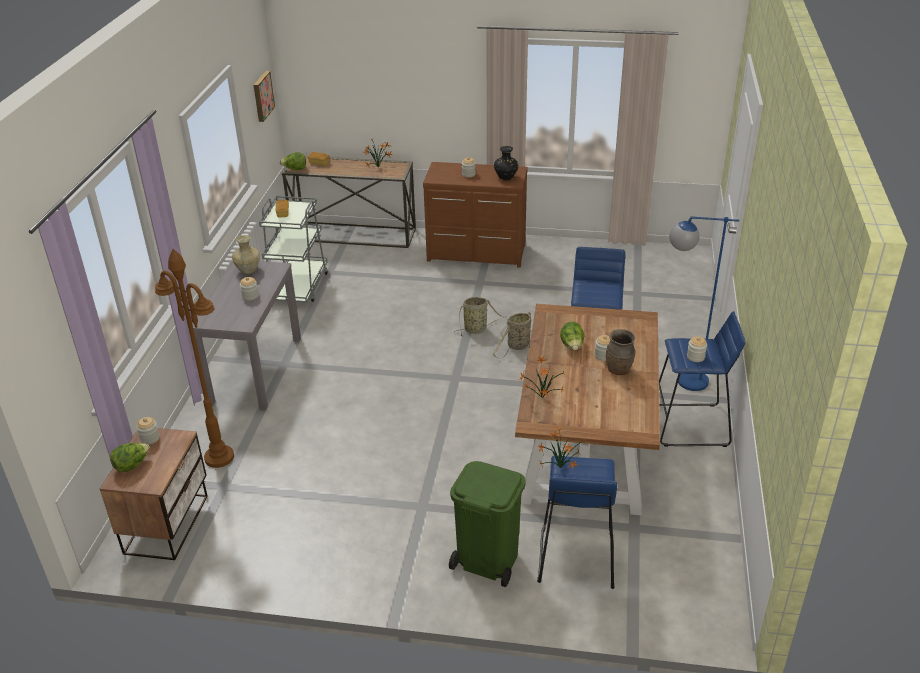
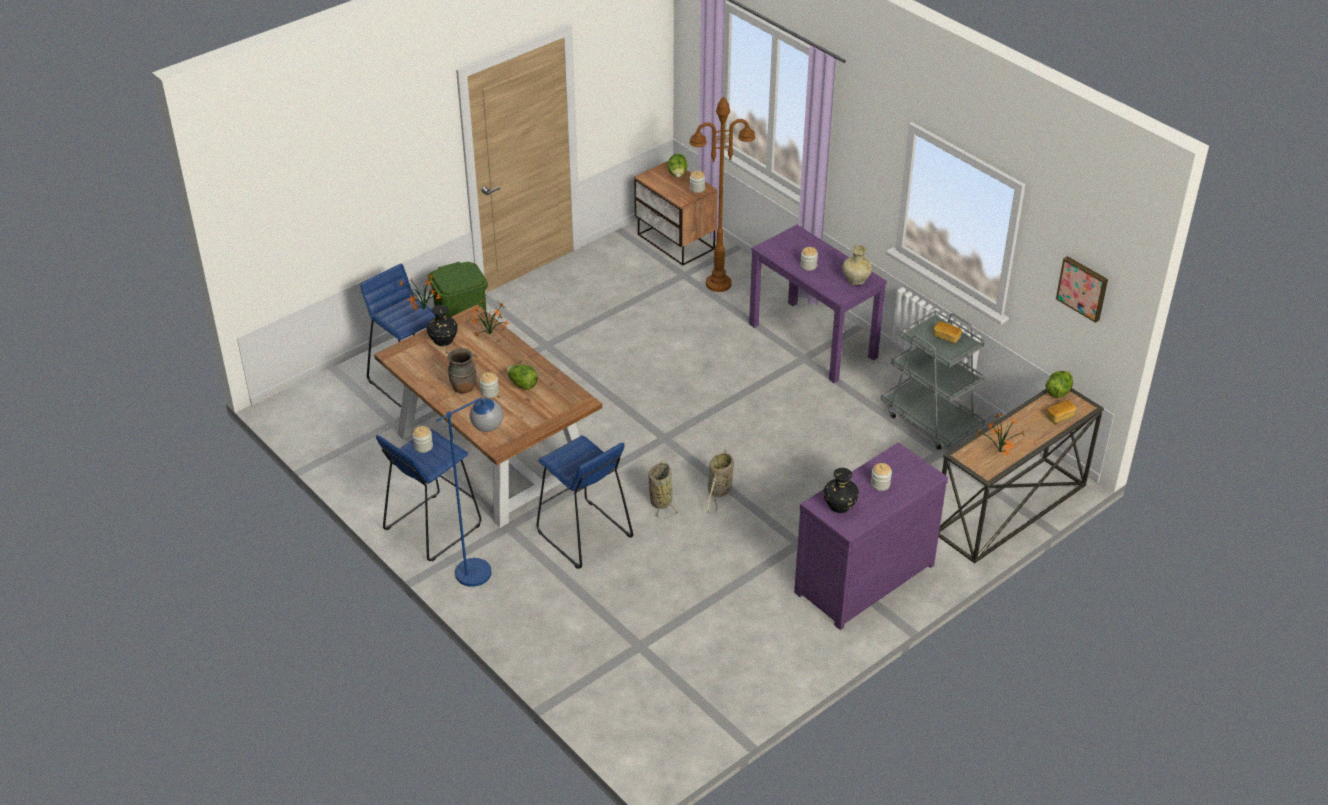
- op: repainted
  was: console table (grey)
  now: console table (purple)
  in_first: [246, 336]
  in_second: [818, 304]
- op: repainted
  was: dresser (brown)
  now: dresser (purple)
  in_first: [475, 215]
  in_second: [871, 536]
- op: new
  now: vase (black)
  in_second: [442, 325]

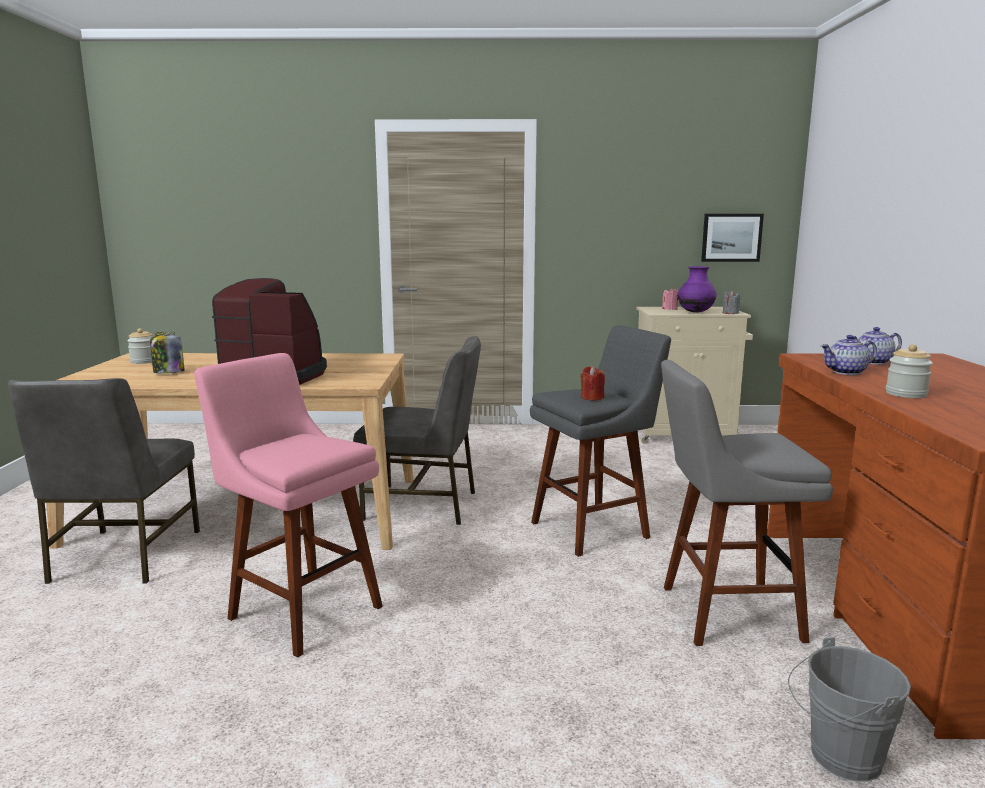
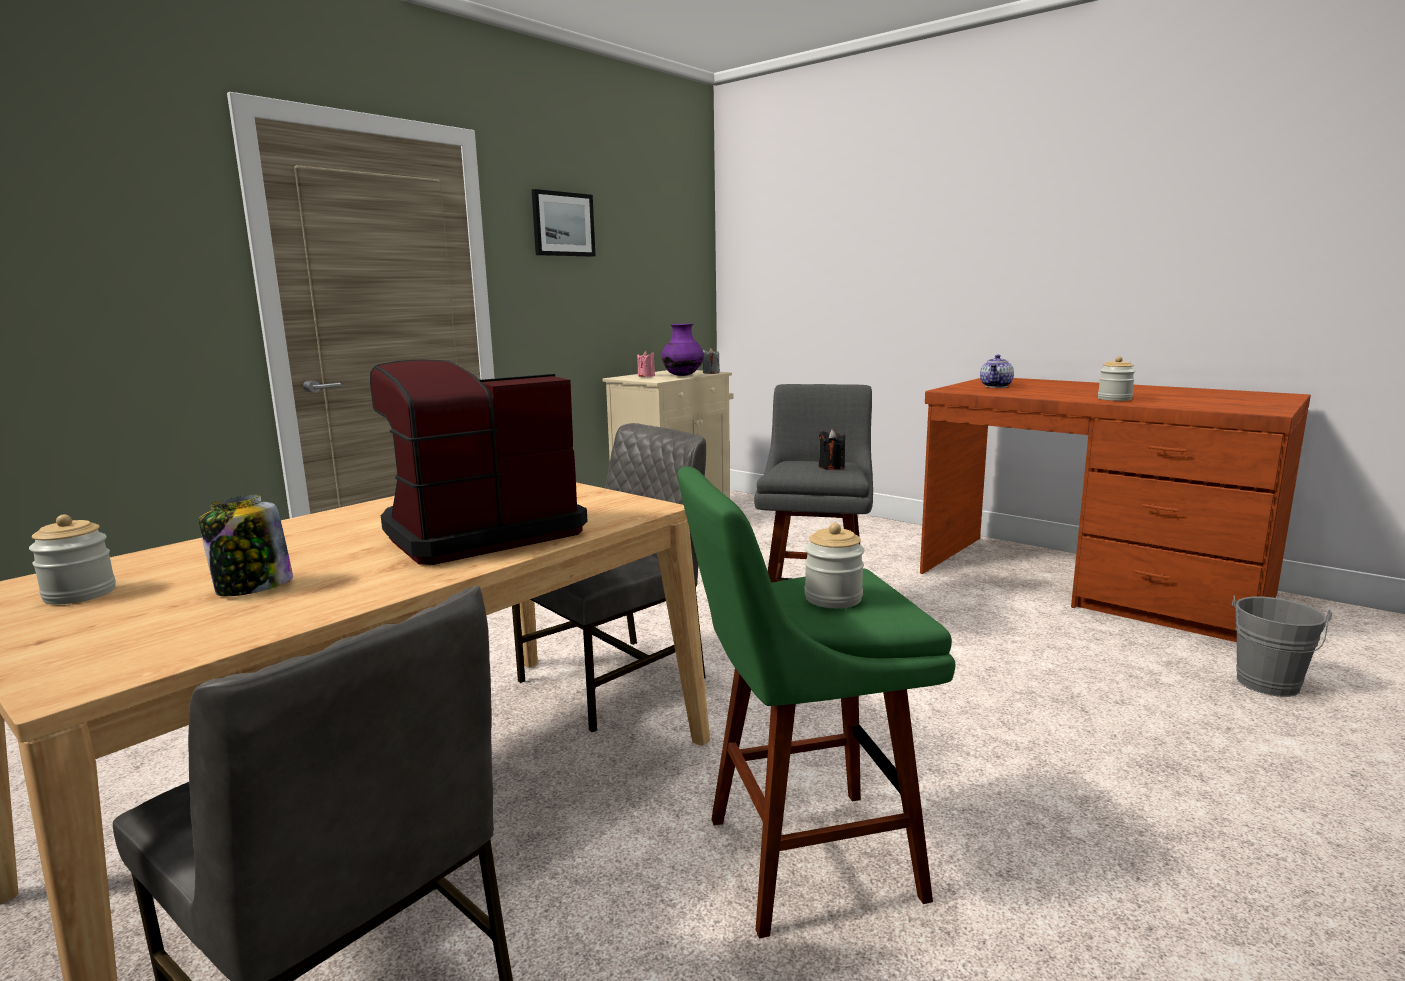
- op: repainted
  was: stool (pink)
  now: stool (green)
  in_first: [288, 505]
  in_second: [816, 702]
- op: repainted
  was: candle (red)
  now: candle (black)
  in_first: [593, 383]
  in_second: [832, 449]
- op: gone
  was: stool (grey)
  in_first: [747, 503]
- op: shifted
  was: picture
  in_first: [732, 238]
  in_second: [563, 223]
- op: gone
  was: teapot
  in_first: [849, 355]
- op: new
  now: jar
  in_second: [834, 565]

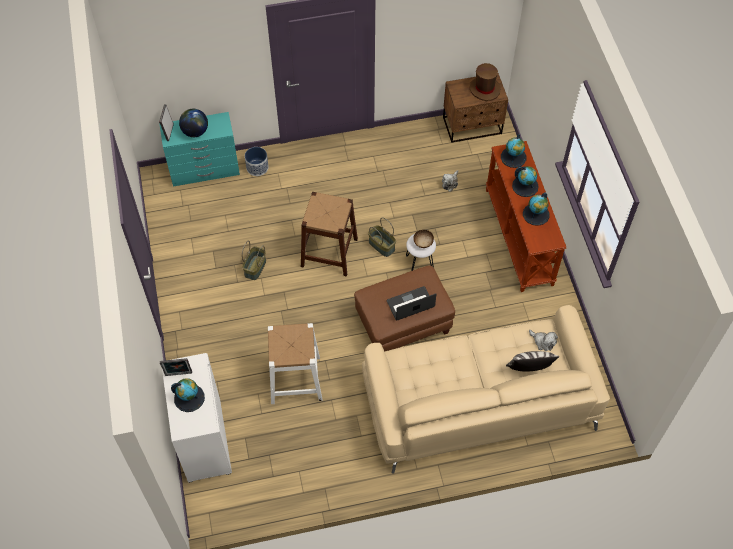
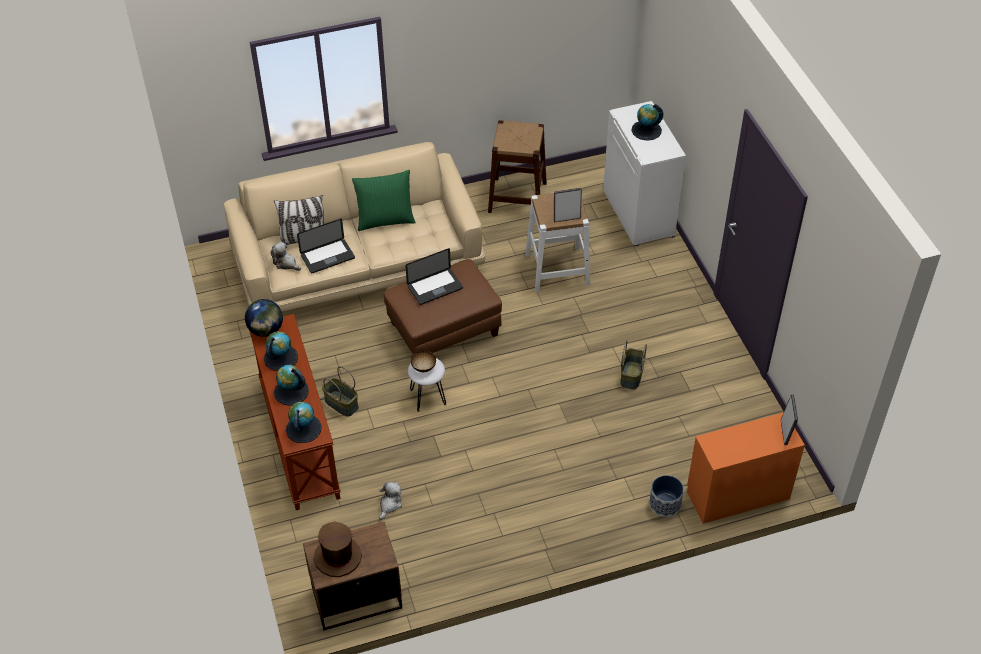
- op: repainted
  was: dresser (turquoise)
  now: dresser (orange)
  in_first: [199, 149]
  in_second: [746, 468]
- op: shifted
  was: picture frame
  in_first: [176, 367]
  in_second: [568, 205]
- op: shifted
  was: globe
  in_first: [193, 123]
  in_second: [264, 318]
- op: shifted
  was: stool (brown)
  in_first: [329, 234]
  in_second: [517, 166]
- op: shifted
  was: basket
  in_first: [382, 237]
  in_second: [340, 391]
- op: new
  now: laptop
  in_second: [326, 246]
- op: new
  now: pillow (green)
  in_second: [384, 200]

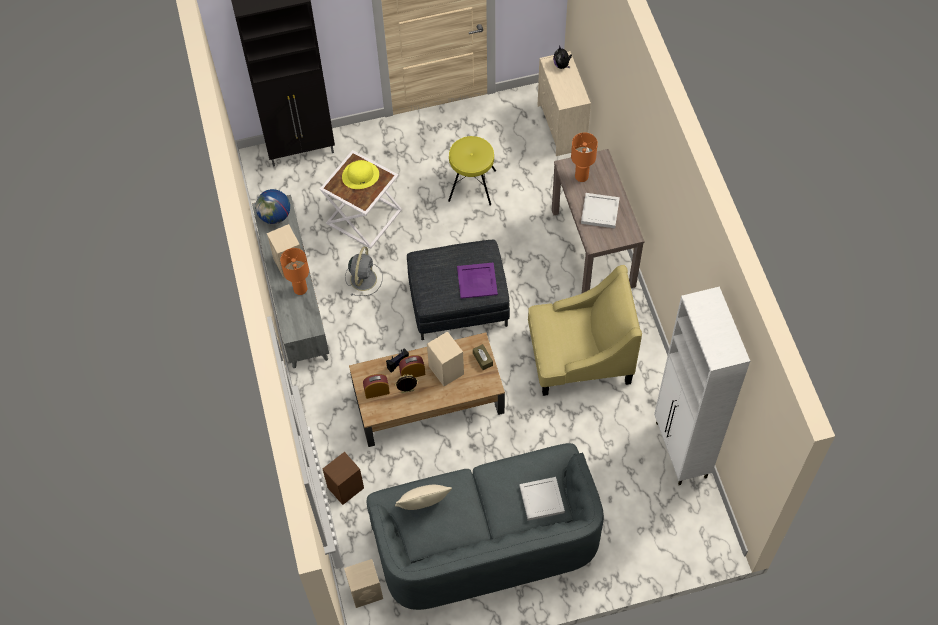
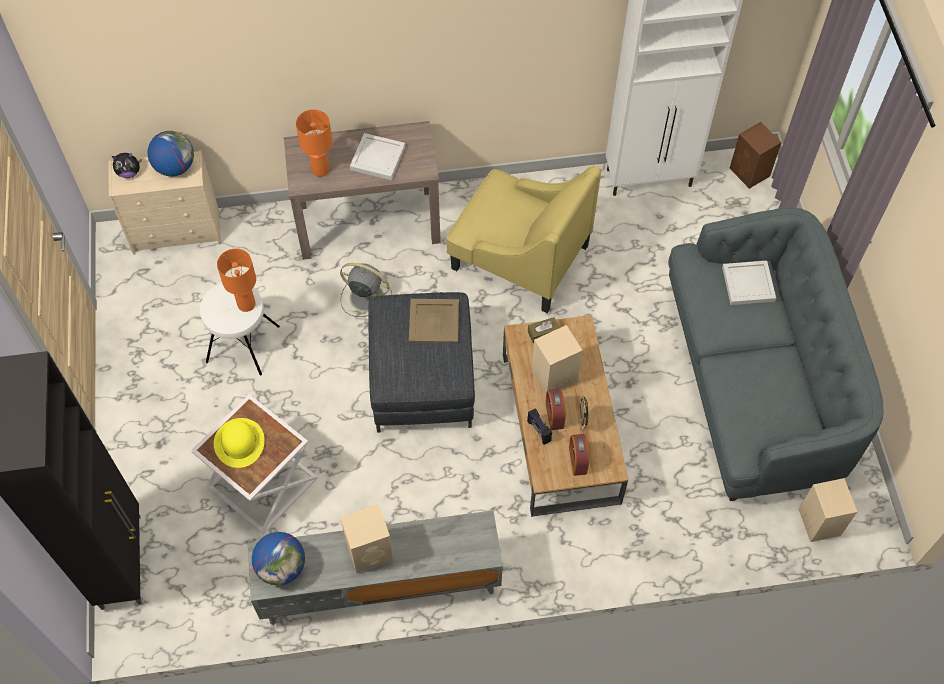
- op: shifted
  was: table lamp (orange)
  in_first: [294, 271]
  in_second: [236, 280]
- op: shifted
  was: speaker (brown)
  in_first: [343, 478]
  in_second: [756, 155]
- op: shifted
  was: fan (grey)
  in_first: [364, 271]
  in_second: [366, 290]
- op: gone
  was: pillow (beige)
  in_first: [423, 497]
- op: repainted
  was: stool (yellow)
  now: stool (white)
  in_first: [472, 171]
  in_second: [240, 329]
- op: repainted
  was: tray (purple)
  now: tray (beige)
  in_first: [477, 280]
  in_second: [434, 321]
- op: rotated
  was: armchair (yellow)
  in_first: [585, 330]
  in_second: [524, 239]
  clockwise: 120
- op: new
  now: globe
  in_second: [170, 154]

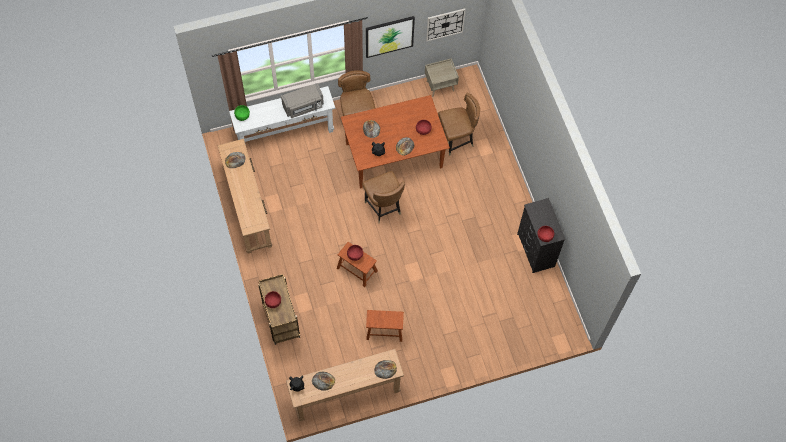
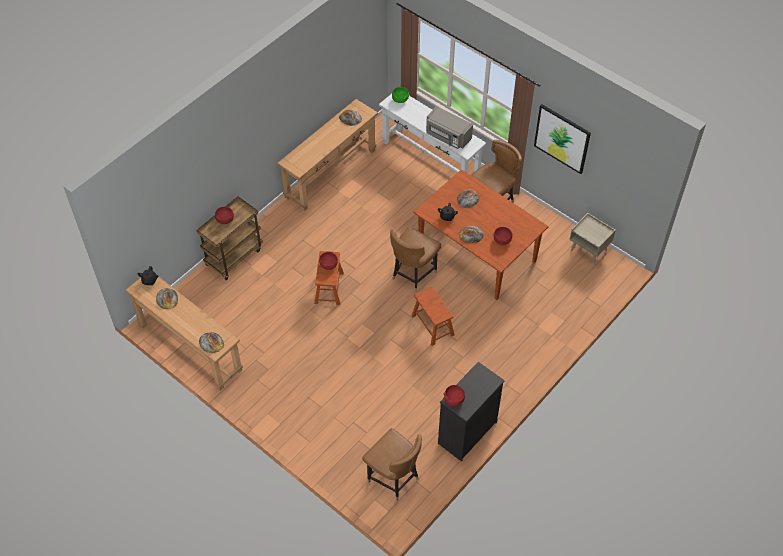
- op: shifted
  was: stool (brown)
  in_first: [385, 326]
  in_second: [433, 316]
- op: gone
  was: wall clock
  in_first: [446, 25]
- op: shifted
  was: chair (brown)
  in_first: [459, 124]
  in_second: [392, 464]

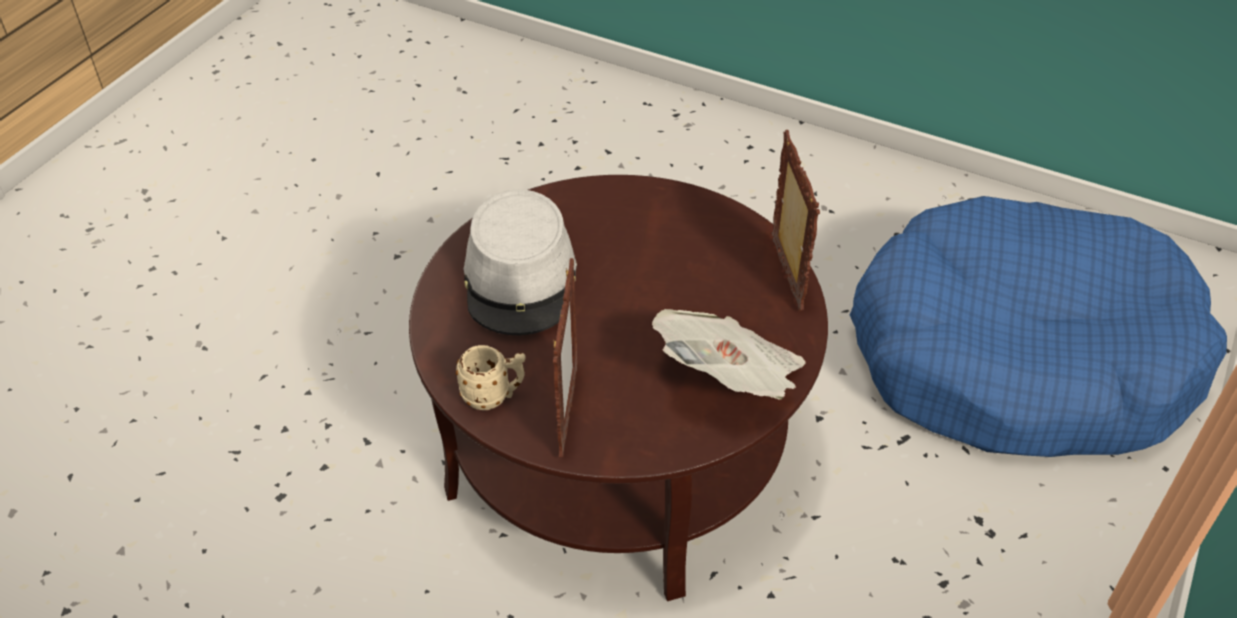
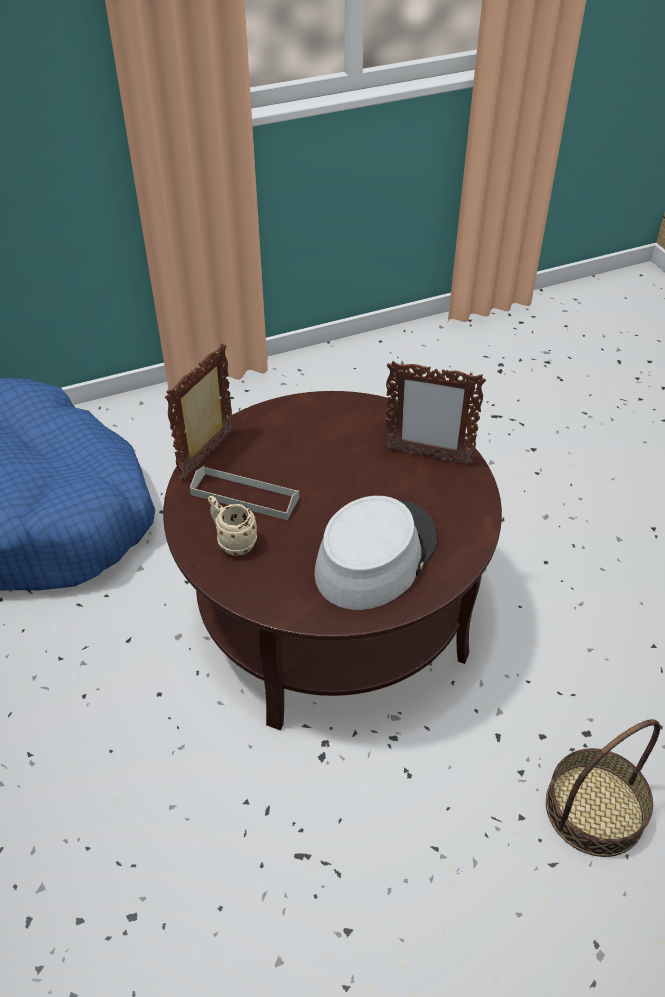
- op: shifted
  was: mug (beige)
  in_first: [491, 377]
  in_second: [232, 526]
- op: rotated
  was: picture frame
  in_first: [565, 358]
  in_second: [435, 413]
  clockwise: -120
- op: gone
  was: newspaper
  in_first: [729, 354]
- op: new
  now: tray (grey)
  in_second: [244, 493]
- op: new
  now: basket
  in_second: [603, 788]

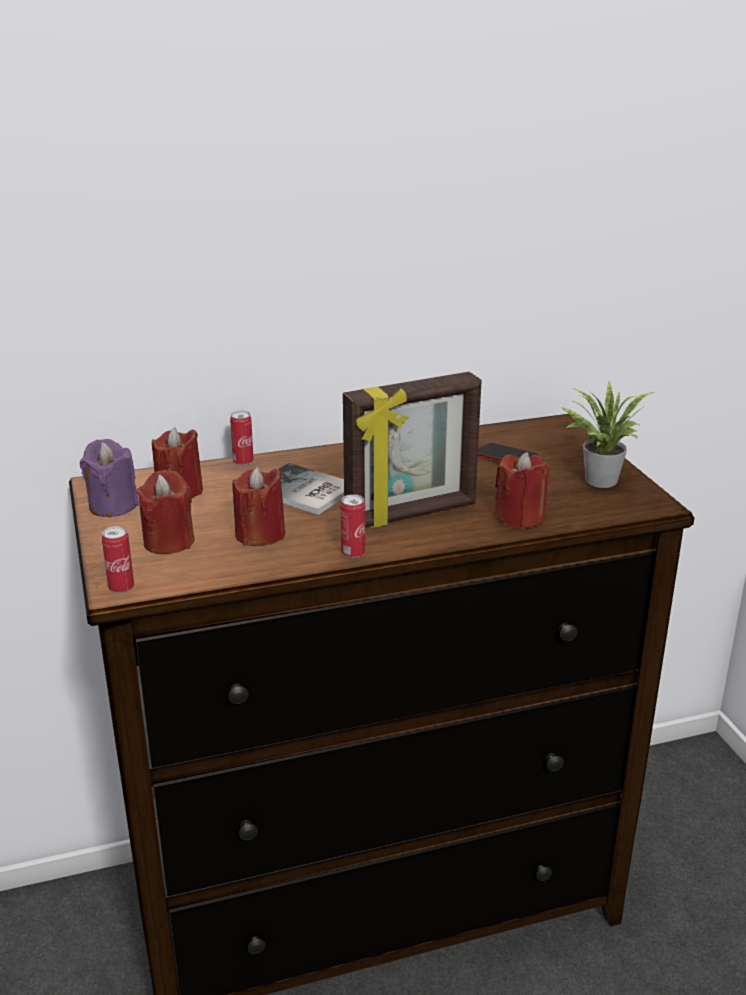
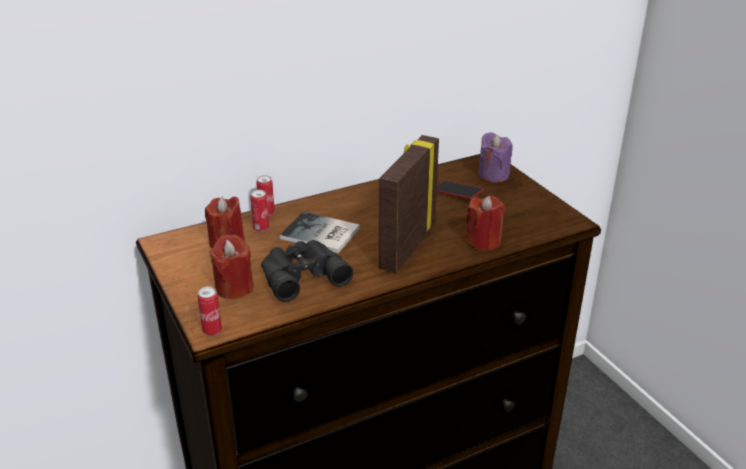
- op: shifted
  was: candle (purple)
  in_first: [109, 478]
  in_second: [495, 157]
- op: swapped
  was: candle (red)
  now: binoculars (black)
  in_first: [258, 506]
  in_second: [307, 271]
- op: shifted
  was: can
  in_first: [353, 526]
  in_second: [259, 211]
- op: rotated
  was: picture frame
  in_first: [412, 450]
  in_second: [409, 204]
  clockwise: 150
- op: gone
  was: potted plant
  in_first: [607, 435]

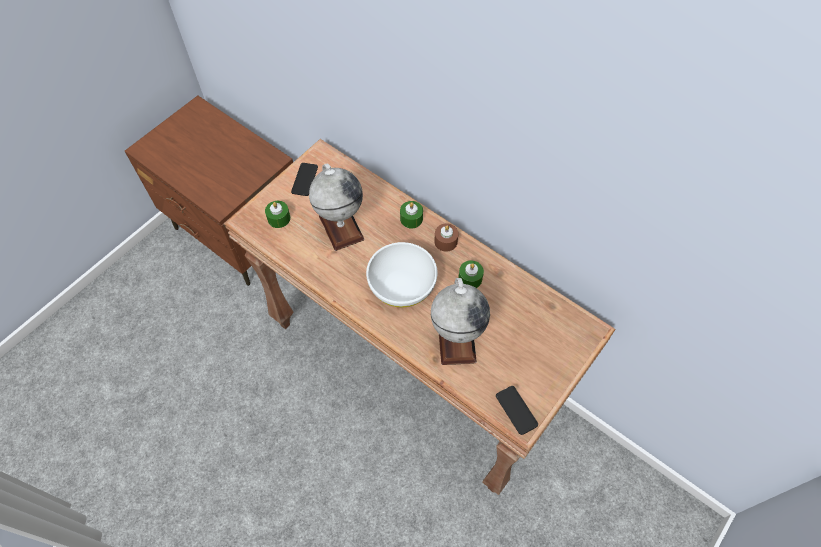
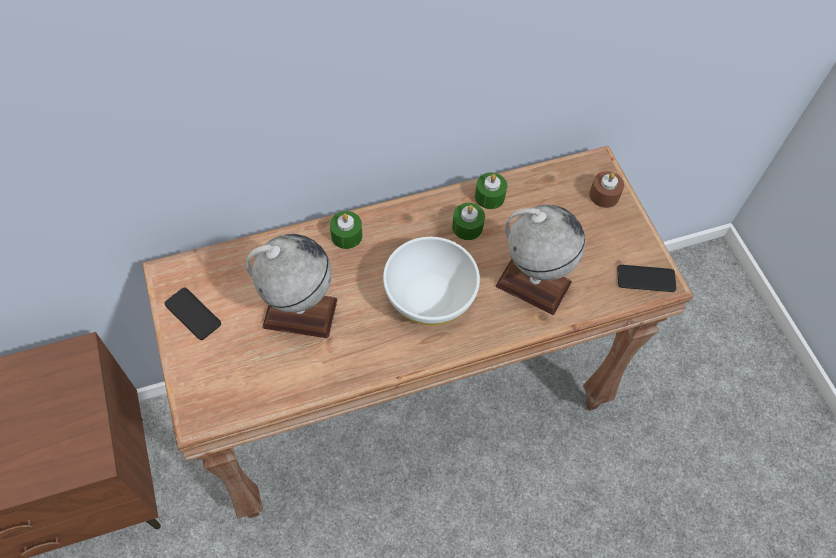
- op: shifted
  was: candle (green)
  in_first: [278, 214]
  in_second: [491, 191]
- op: shifted
  was: candle (brown)
  in_first: [446, 238]
  in_second: [606, 189]

